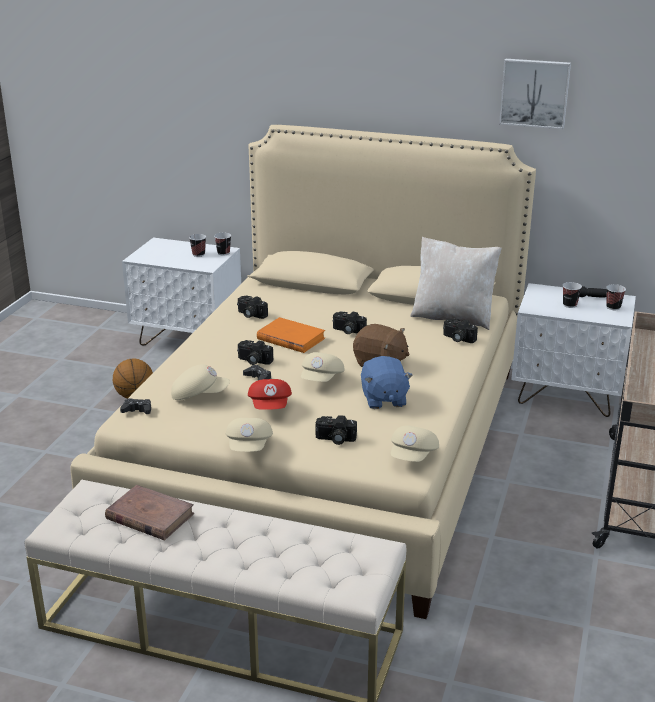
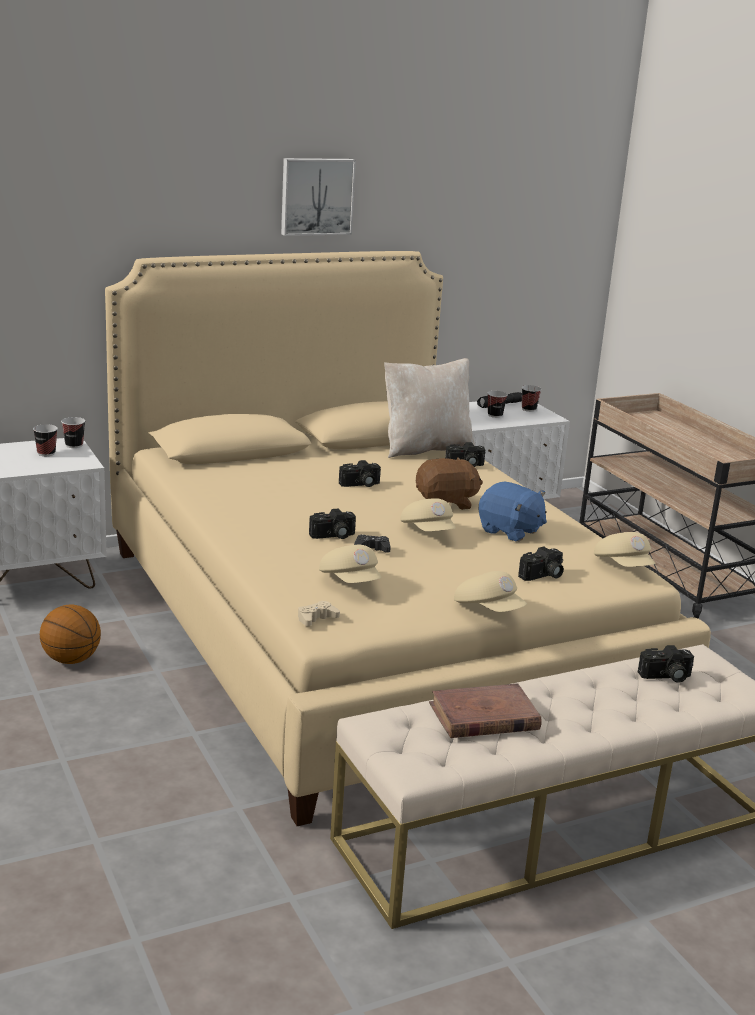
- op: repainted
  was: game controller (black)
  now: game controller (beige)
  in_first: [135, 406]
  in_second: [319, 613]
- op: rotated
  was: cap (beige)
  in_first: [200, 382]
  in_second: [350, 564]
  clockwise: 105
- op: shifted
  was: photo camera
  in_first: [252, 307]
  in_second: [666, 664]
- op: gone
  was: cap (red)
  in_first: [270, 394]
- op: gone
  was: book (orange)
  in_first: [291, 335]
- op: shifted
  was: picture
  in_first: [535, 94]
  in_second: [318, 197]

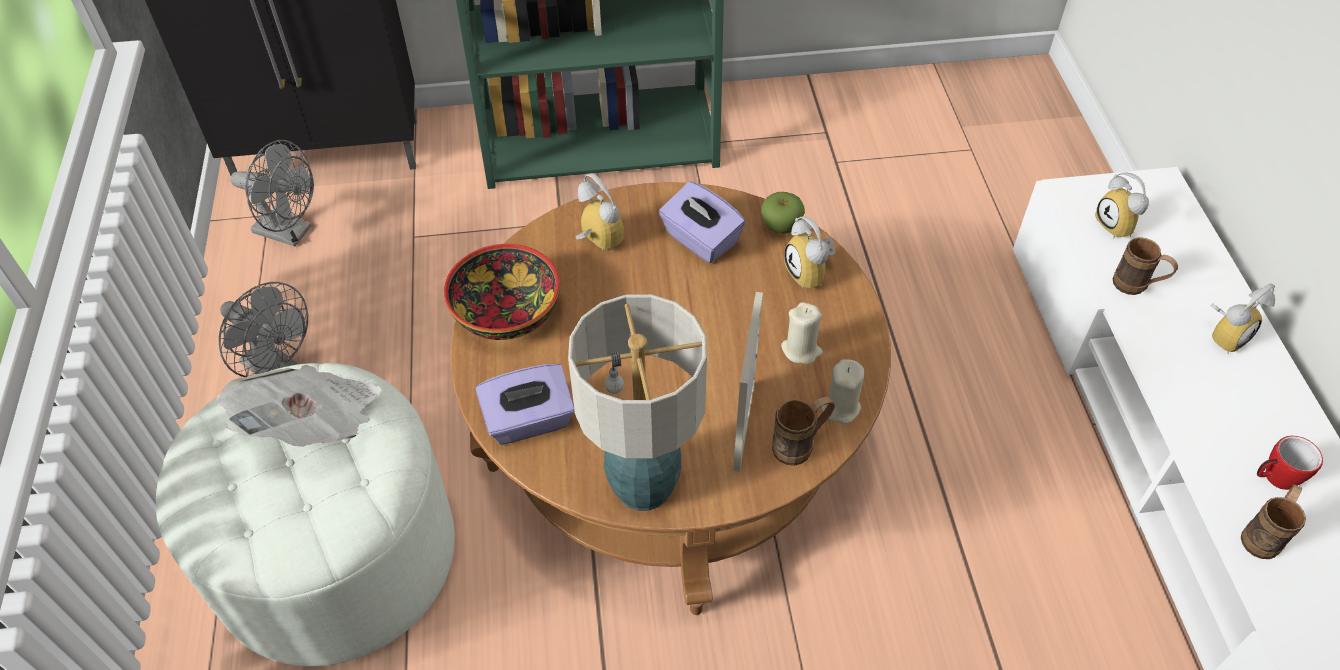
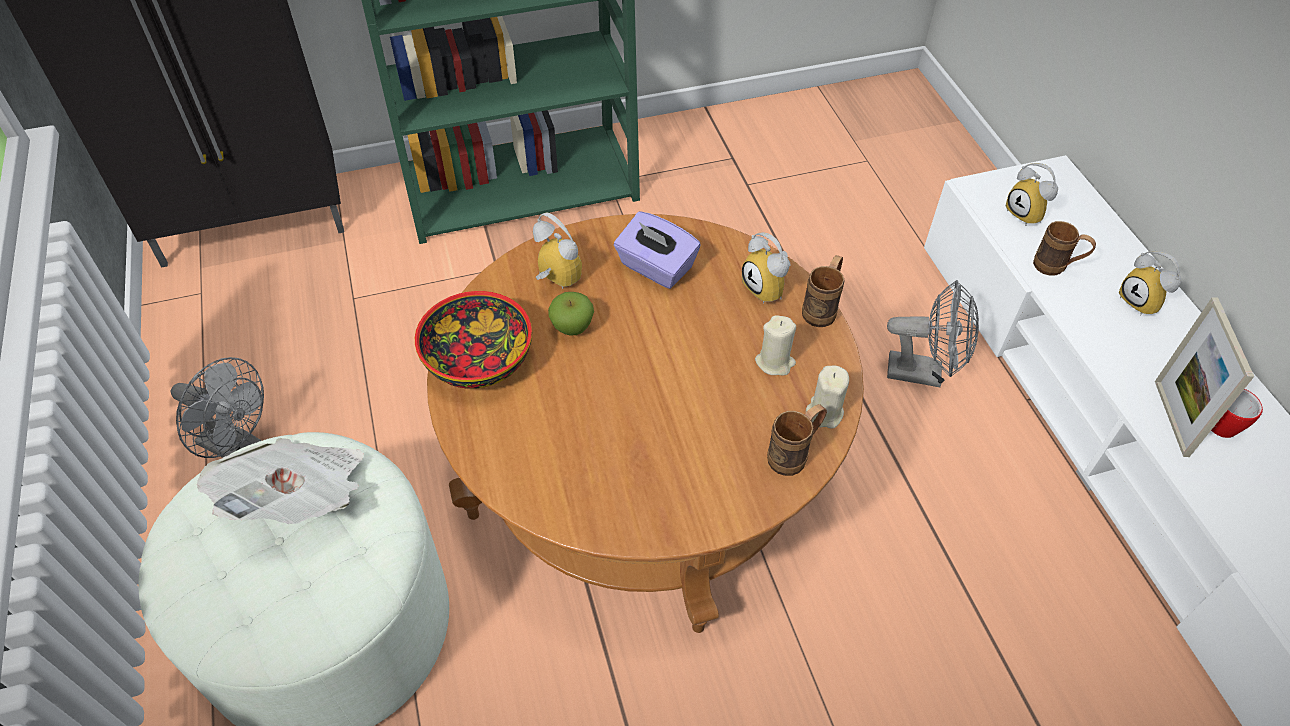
- op: shifted
  was: fan (grey)
  in_first: [272, 193]
  in_second: [933, 333]
- op: gone
  was: tissue box (purple)
  in_first: [525, 404]
- op: gone
  was: table lamp
  in_first: [637, 402]
- op: shifted
  was: picture frame
  in_first: [748, 382]
  in_second: [1204, 377]
- op: shifted
  was: apple
  in_first: [783, 213]
  in_second: [571, 314]
- op: rotated
  was: alarm clock
  in_first: [1242, 318]
  in_second: [1150, 283]
  clockwise: 105
- op: shifted
  was: mug (brown)
  in_first: [1273, 521]
  in_second: [823, 291]

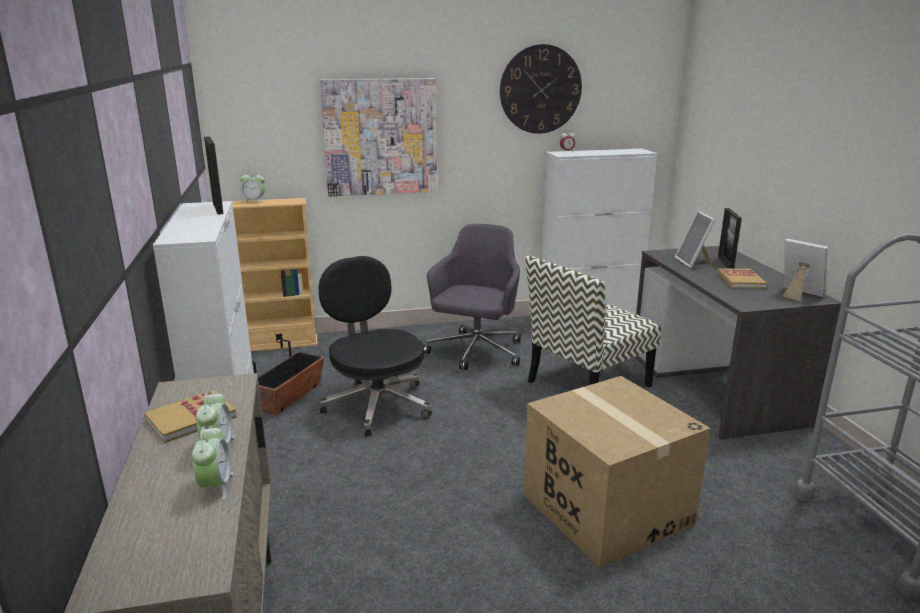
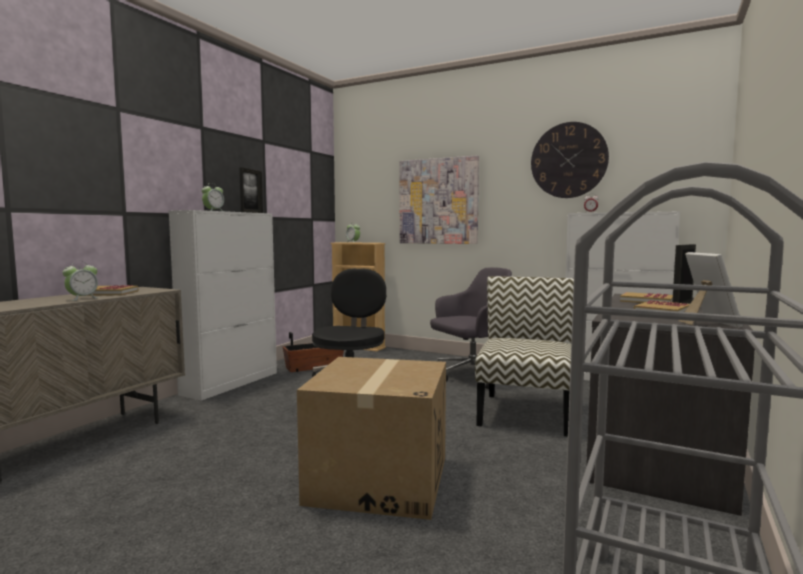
- op: shifted
  was: alarm clock
  in_first: [213, 463]
  in_second: [213, 197]
- op: rotated
  was: chair
  in_first: [593, 322]
  in_second: [524, 356]
  clockwise: 105
- op: swapped
  was: picture frame
  now: book
  in_first: [695, 239]
  in_second: [646, 297]

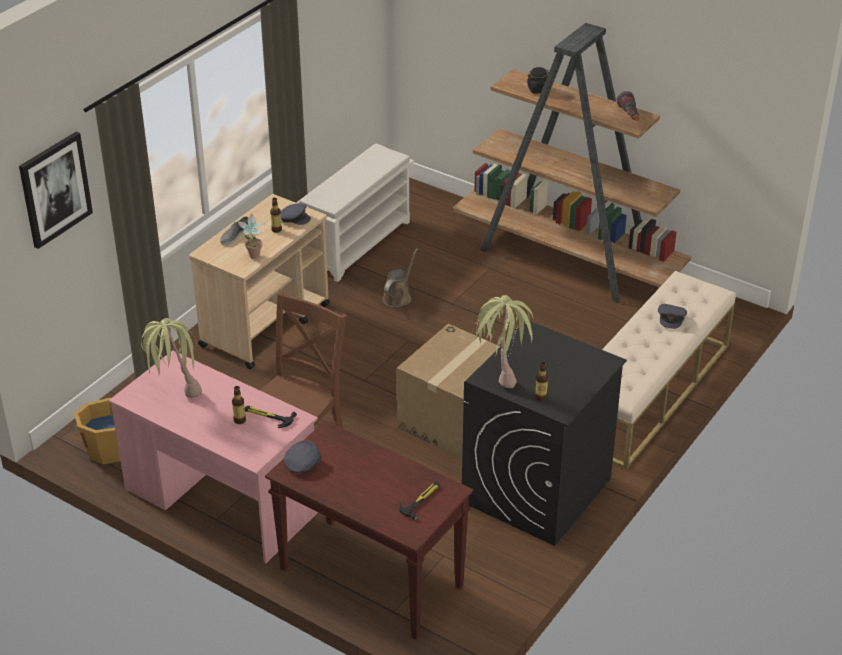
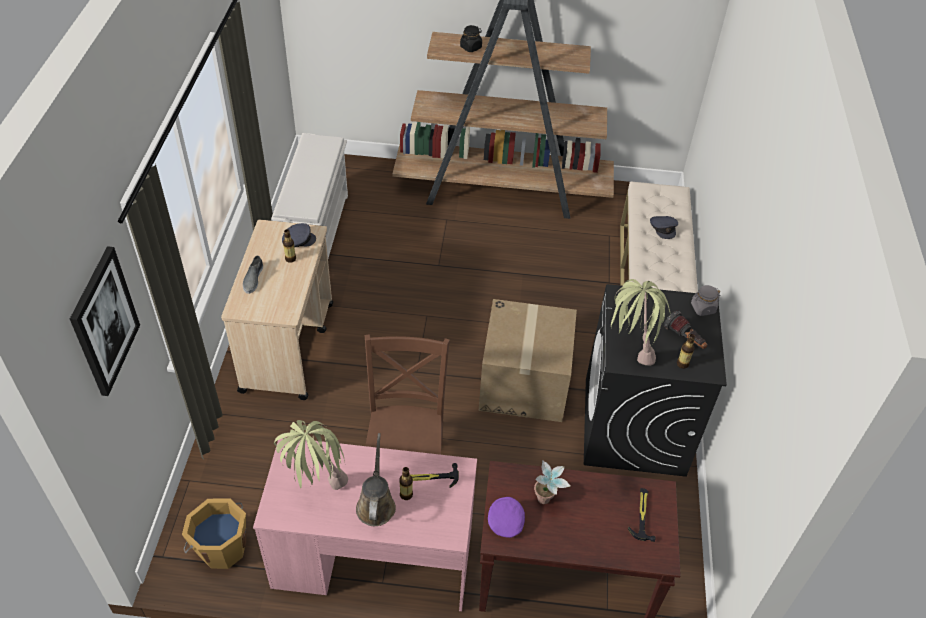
- op: shifted
  was: potted plant
  in_first: [251, 236]
  in_second: [552, 482]
- op: repainted
  was: cap (grey)
  now: cap (purple)
  in_first: [302, 456]
  in_second: [506, 517]
- op: shifted
  was: watering can (brown)
  in_first: [400, 278]
  in_second: [376, 479]
- op: shifted
  was: flashlight
  in_first: [627, 105]
  in_second: [685, 329]
- op: new
  now: jar (grey)
  in_second: [705, 300]

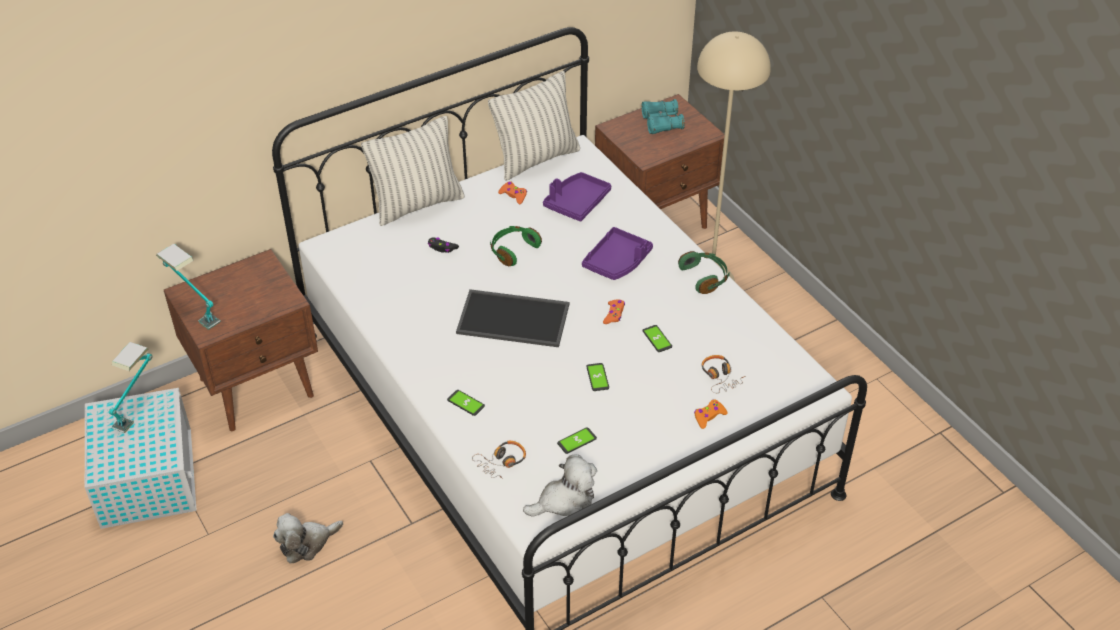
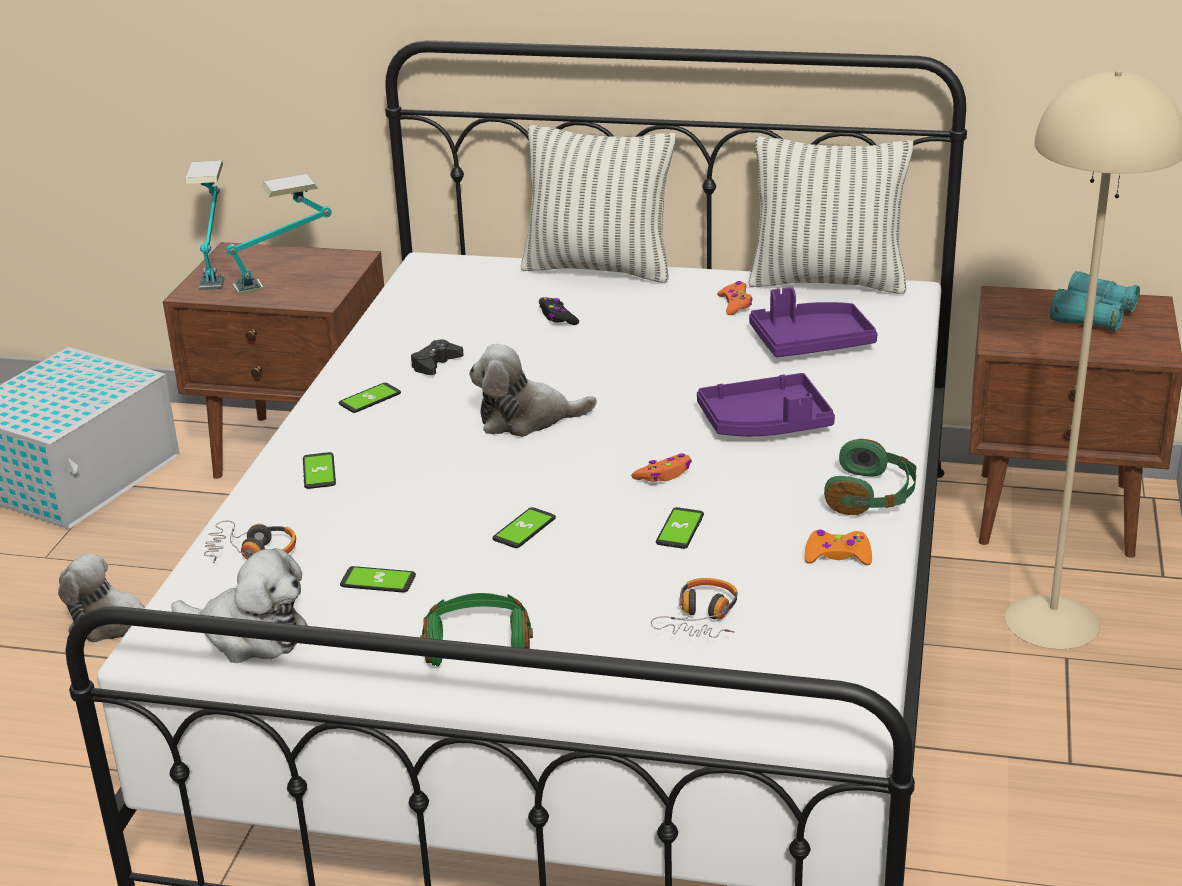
- op: shifted
  was: table lamp
  in_first: [131, 387]
  in_second: [279, 234]
- op: swapped
  was: tray
  now: plush toy
  in_first: [512, 318]
  in_second: [533, 390]
- op: shifted
  was: headphones (green)
  in_first: [516, 246]
  in_second: [476, 629]
- op: shifted
  was: game controller (orange)
  in_first: [711, 414]
  in_second: [838, 547]
- op: new
  now: phone
  in_second: [370, 398]
- op: new
  now: game controller (black)
  in_second: [437, 357]

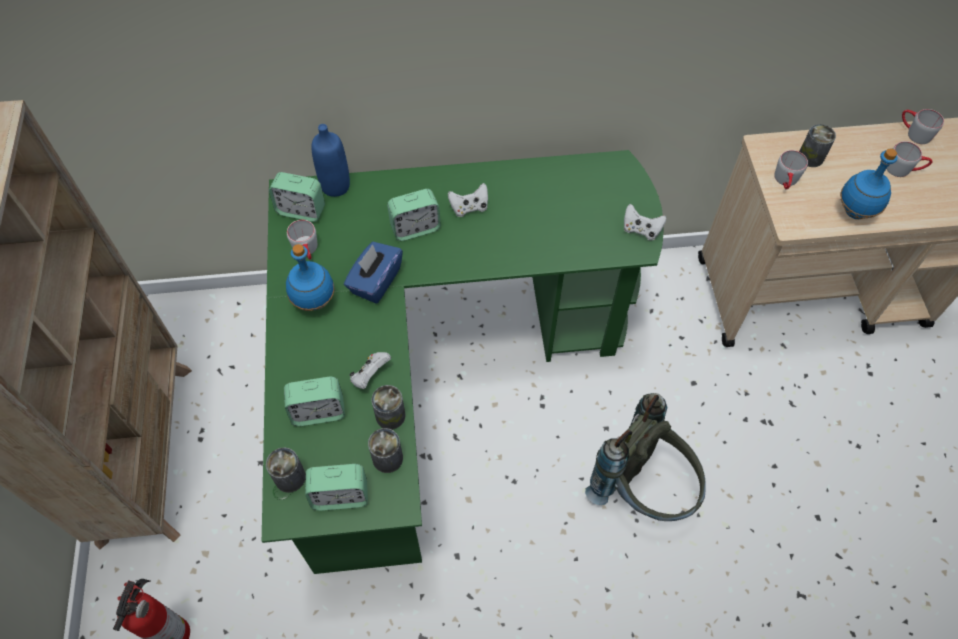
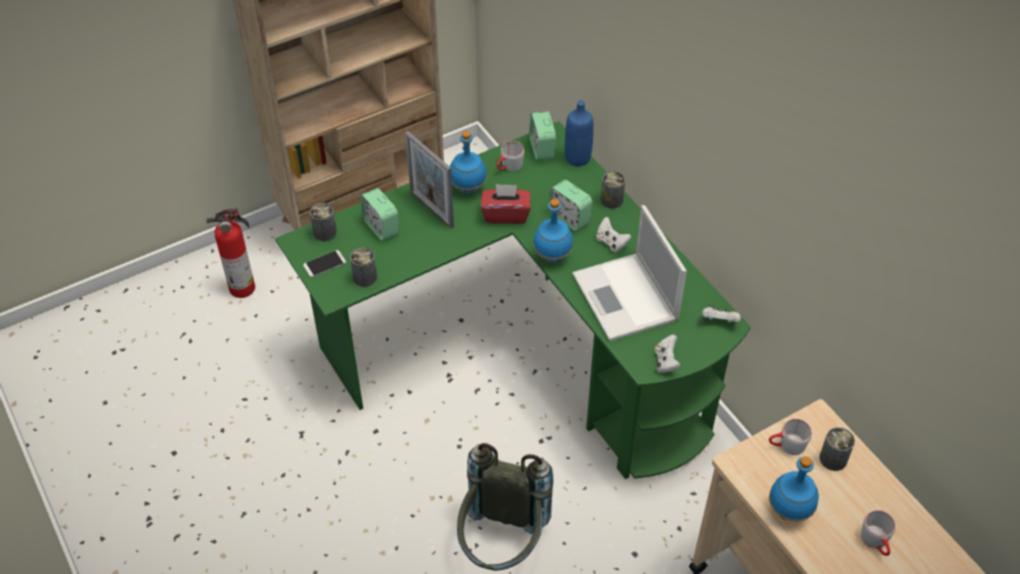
- op: swapped
  was: alarm clock
  now: phone
  in_first: [336, 487]
  in_second: [324, 263]
- op: repainted
  was: tissue box (blue)
  now: tissue box (red)
  in_first: [373, 272]
  in_second: [506, 204]
- op: shifted
  was: game controller (white)
  in_first: [370, 370]
  in_second: [721, 314]
- op: shifted
  was: can
  in_first: [388, 407]
  in_second: [613, 190]
- op: gone
  was: mug (grey)
  in_first: [923, 126]
- op: new
  now: picture frame
  in_second: [429, 180]
- op: new
  now: bottle (blue)
  in_second: [553, 231]
- op: new
  now: laptop
  in_second: [629, 273]

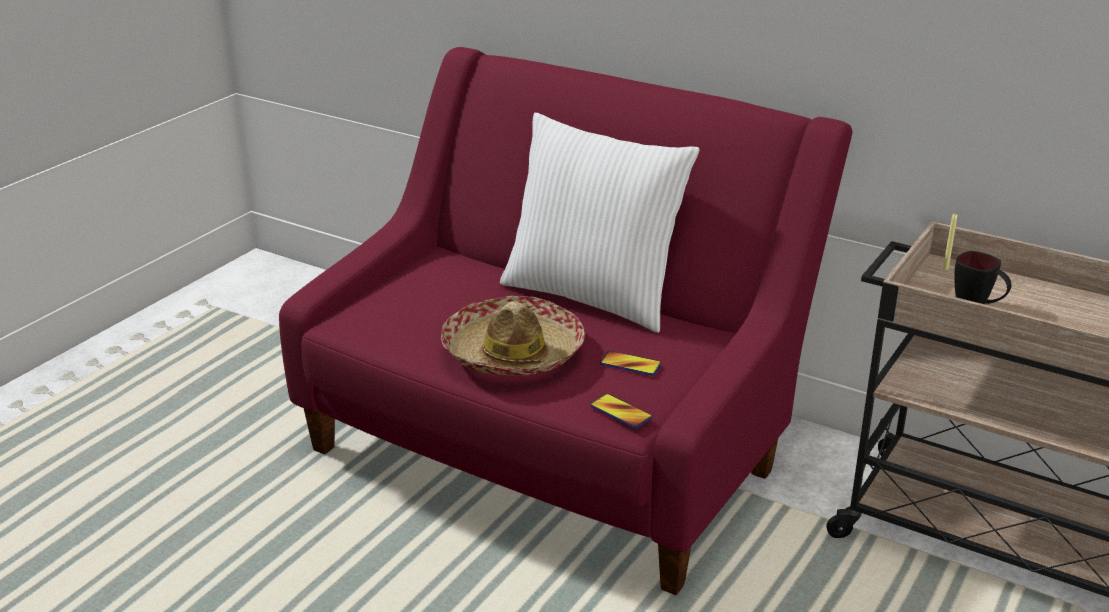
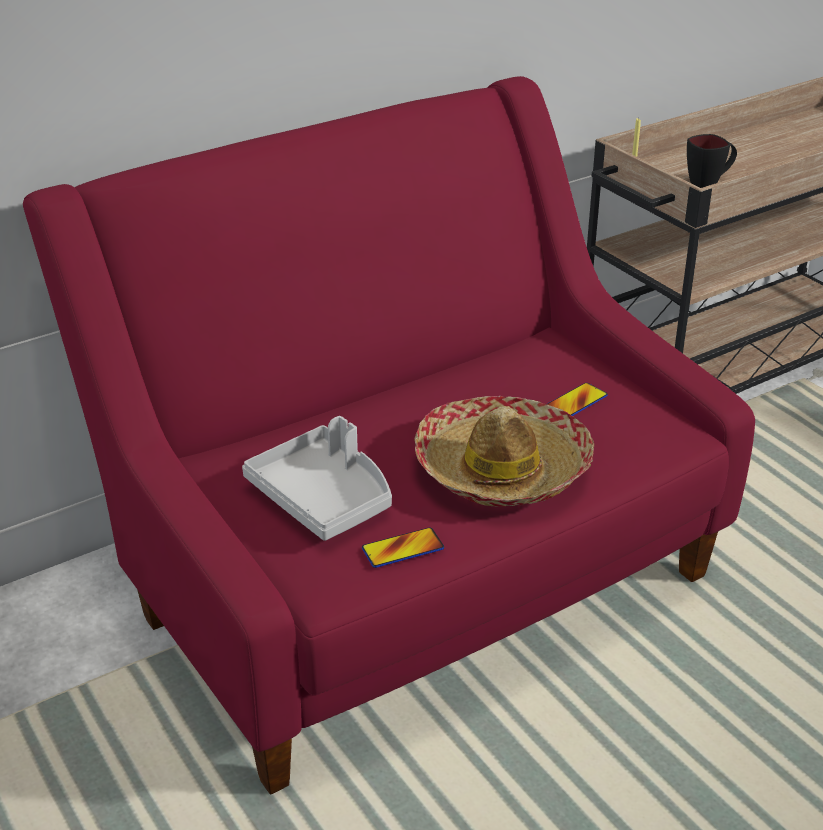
- op: gone
  was: pillow (white)
  in_first: [600, 223]
- op: shifted
  was: phone
  in_first: [621, 411]
  in_second: [403, 548]
- op: new
  now: tray (grey)
  in_second: [317, 478]

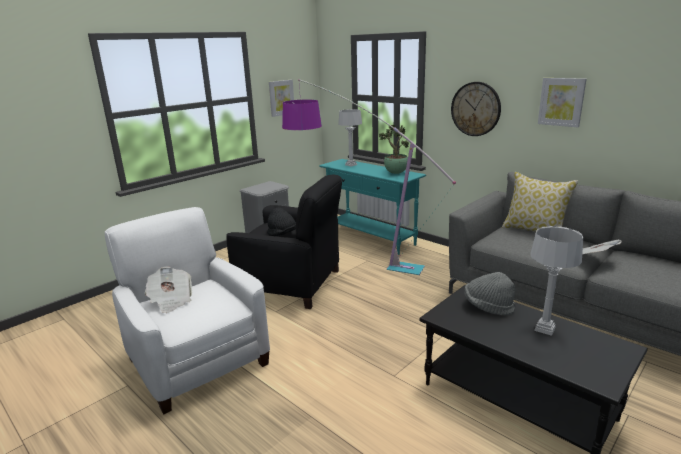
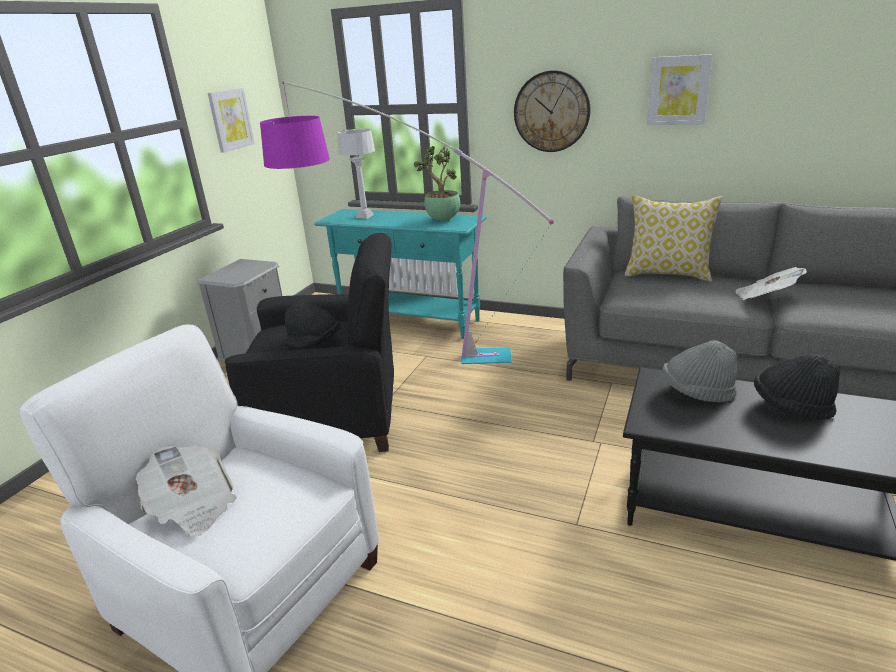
- op: swapped
  was: table lamp (grey)
  now: hat (black)
  in_first: [556, 281]
  in_second: [797, 387]

